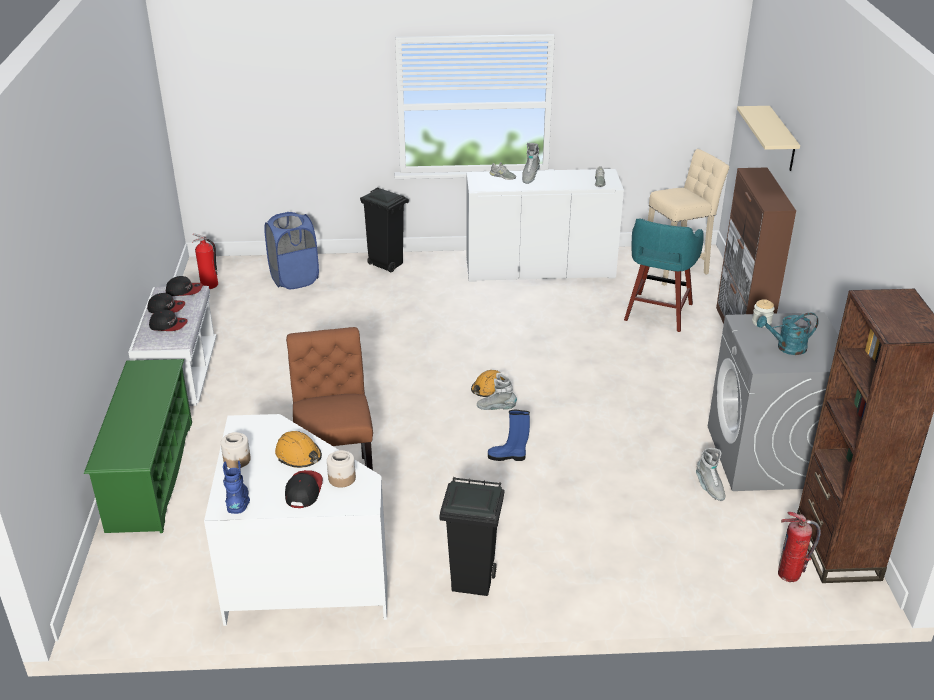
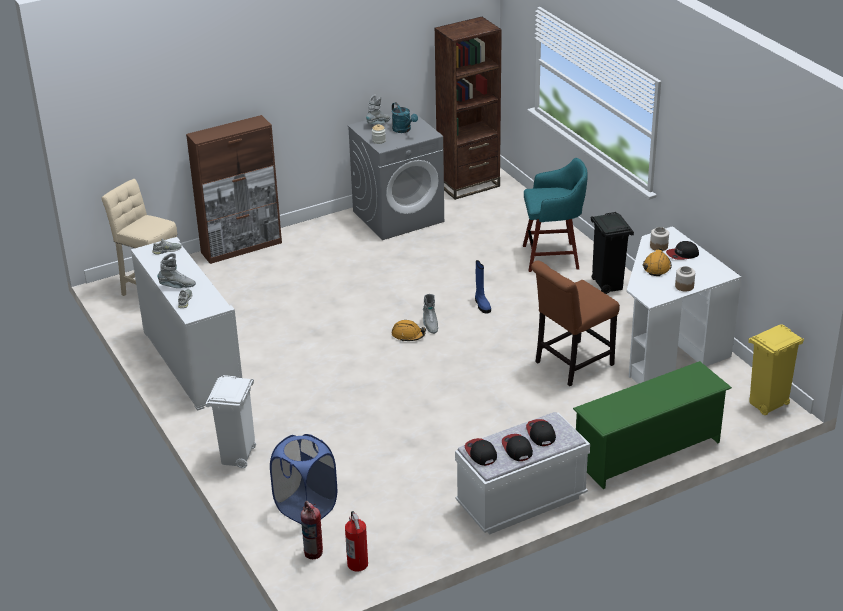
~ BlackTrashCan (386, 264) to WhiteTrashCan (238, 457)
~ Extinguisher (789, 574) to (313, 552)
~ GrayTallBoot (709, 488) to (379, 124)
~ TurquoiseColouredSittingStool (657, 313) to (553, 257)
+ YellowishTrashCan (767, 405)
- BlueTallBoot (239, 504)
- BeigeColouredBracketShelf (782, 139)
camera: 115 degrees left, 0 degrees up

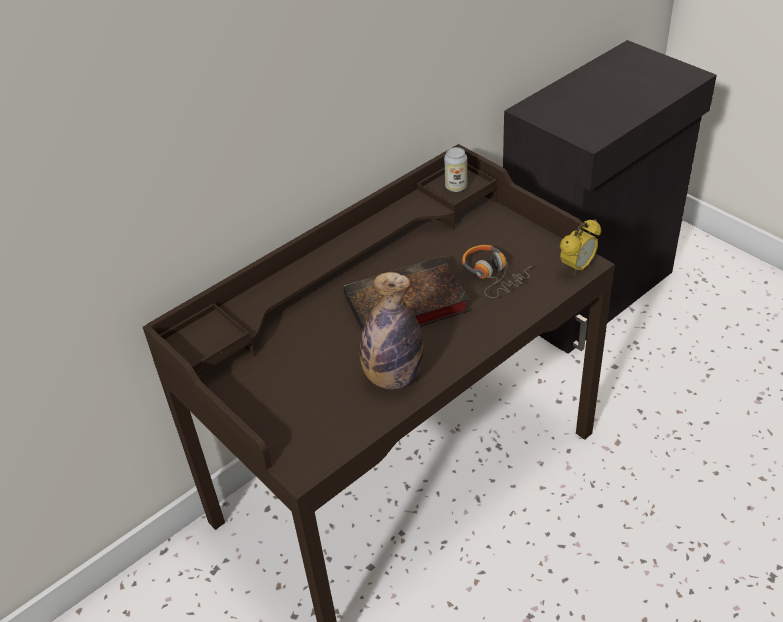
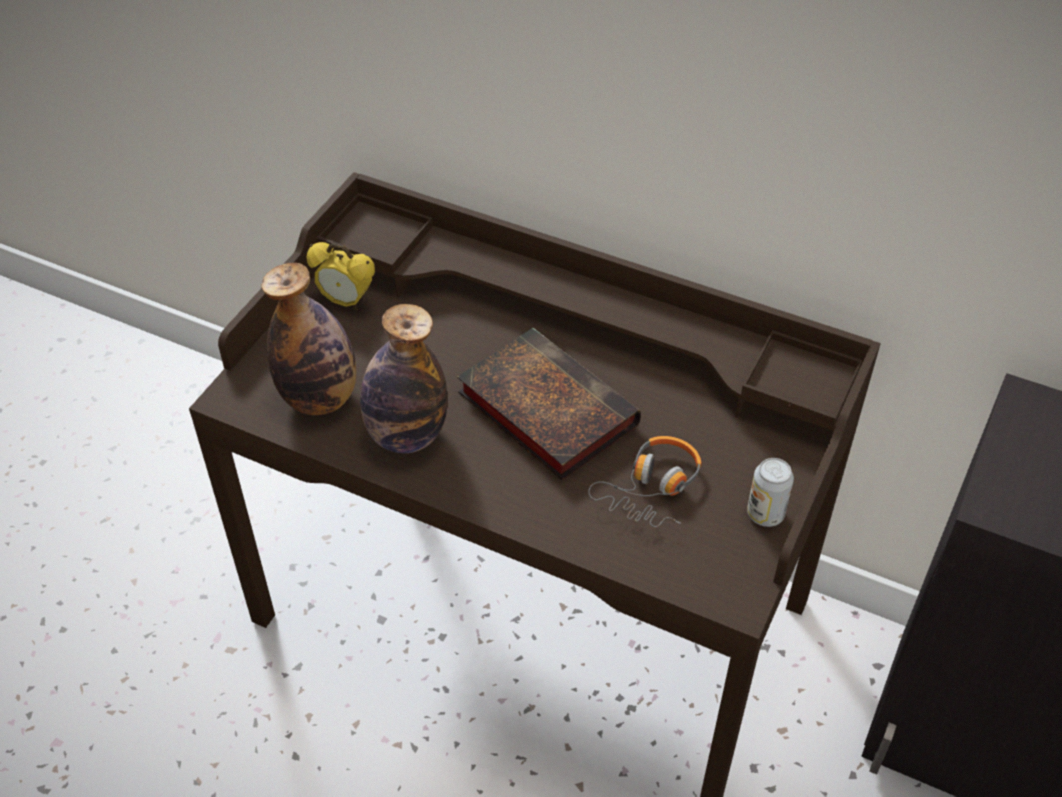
+ Bottle (320, 398)
~ AlarmClock (577, 267) to (346, 302)
~ Can (456, 187) to (765, 514)
camera: 65 degrees right, 5 degrees up

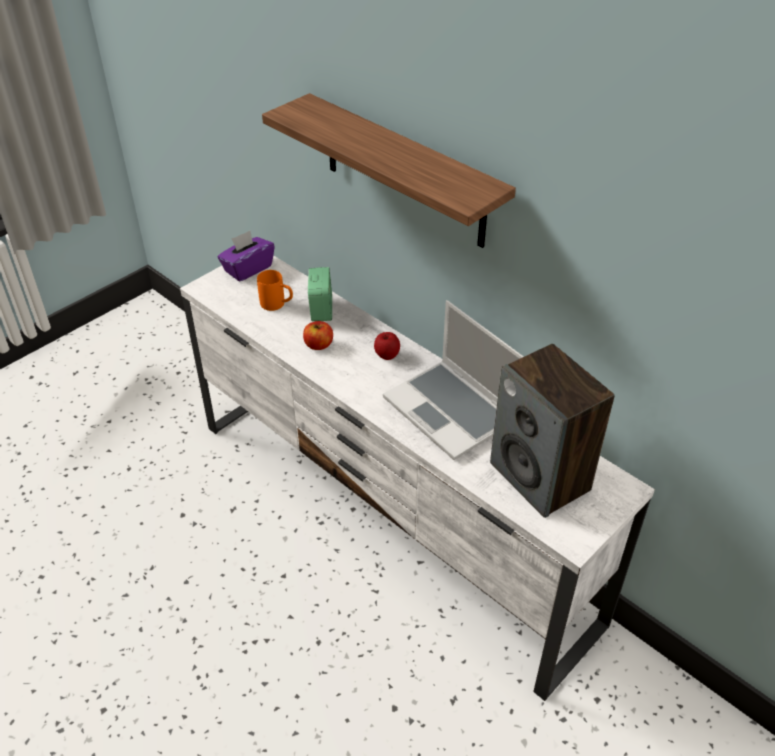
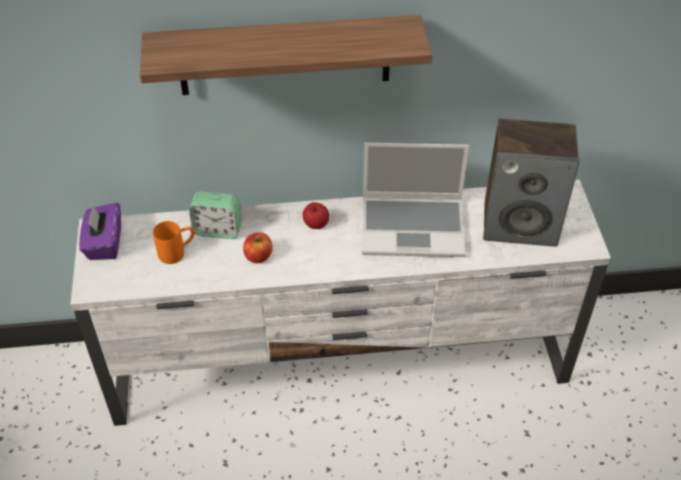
~ AlarmClock (321, 310) = (218, 229) 150 degrees clockwise
camera: 50 degrees left, 5 degrees up

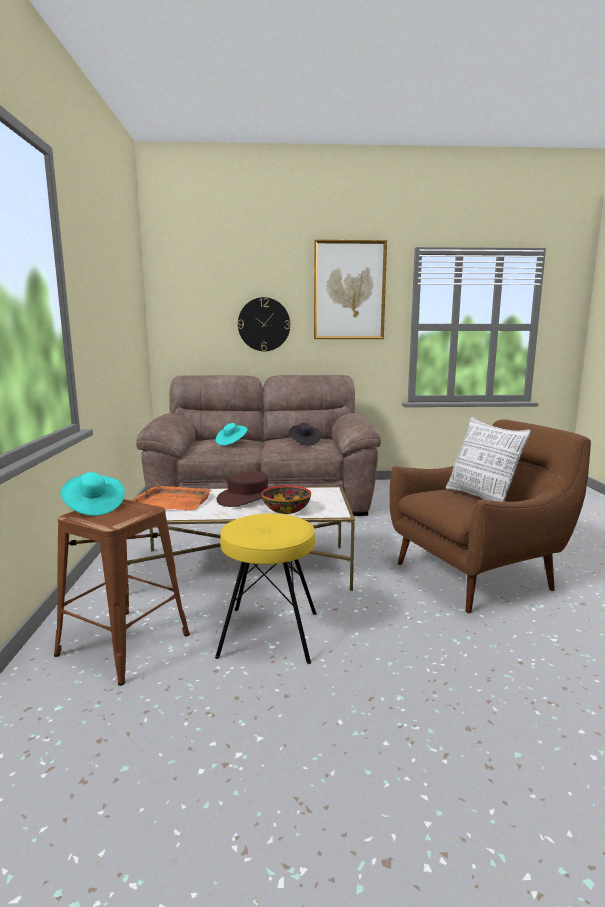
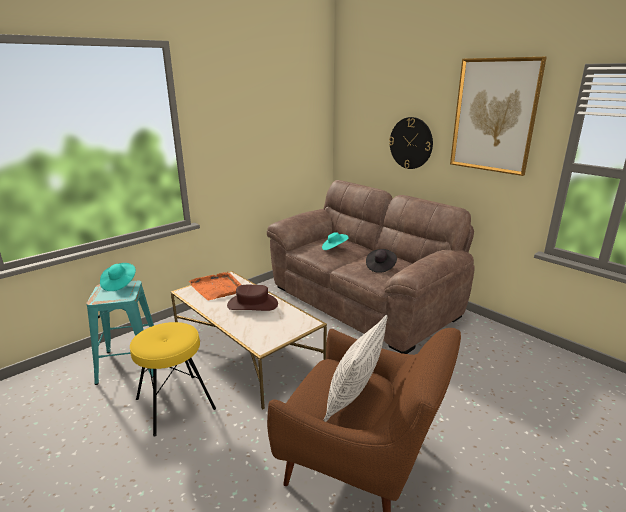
~ BrownishSittingStool (125, 643) to TurquoiseColouredSittingStool (130, 363)
- DeepDish (286, 510)
camera: 50 degrees right, 10 degrees up

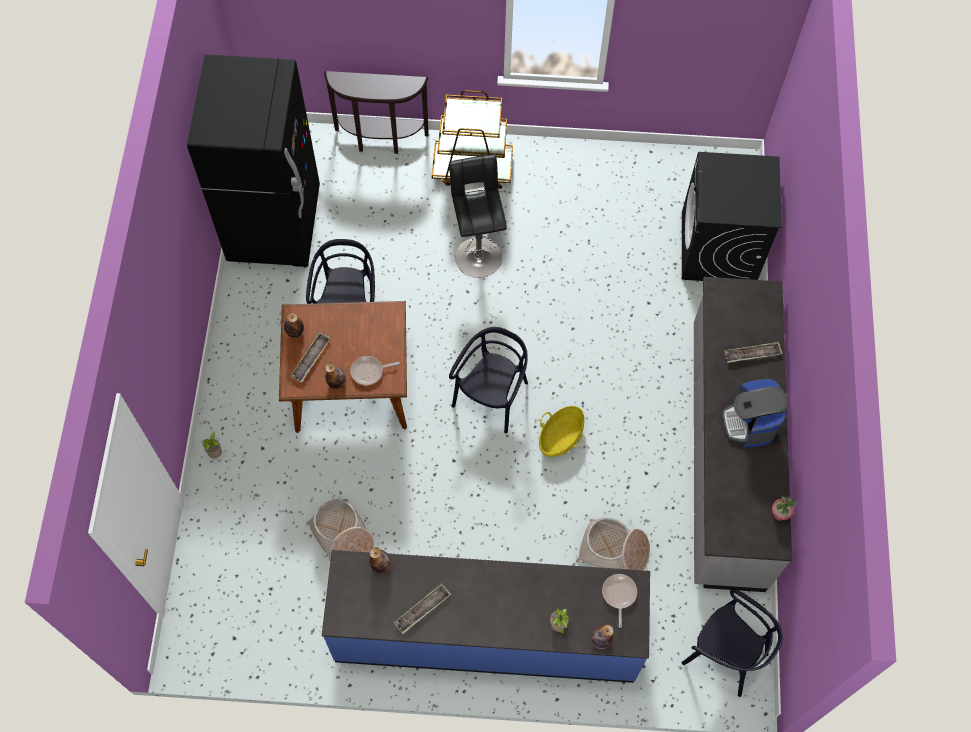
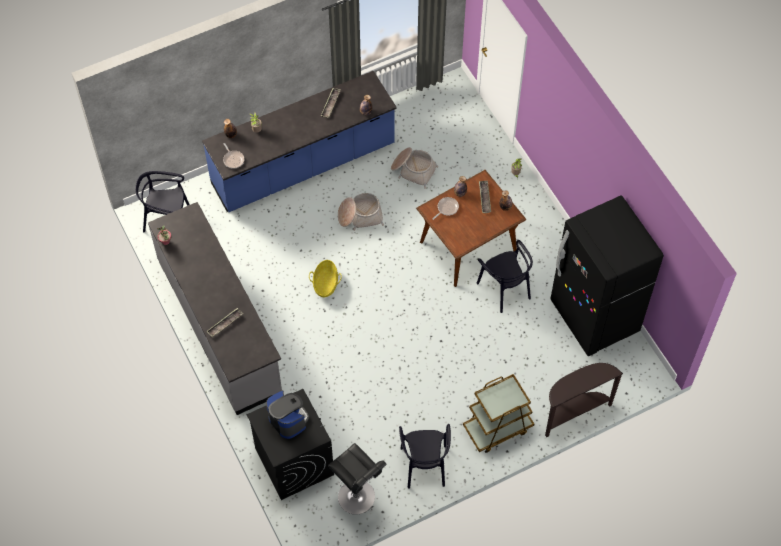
~ CoffeeBrewer (749, 423) to (288, 420)
~ BlackSittingStool (477, 254) to (358, 498)
~ StorageBasket (614, 551) to (360, 216)
~ BlackUprightChair (492, 397) to (424, 465)
camera: 150 degrees right, 5 degrees down

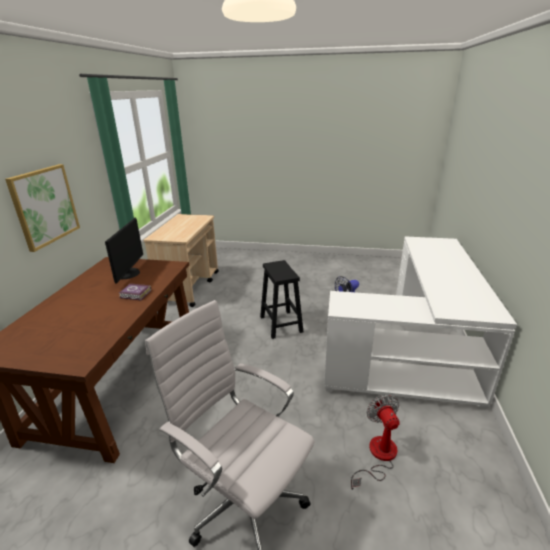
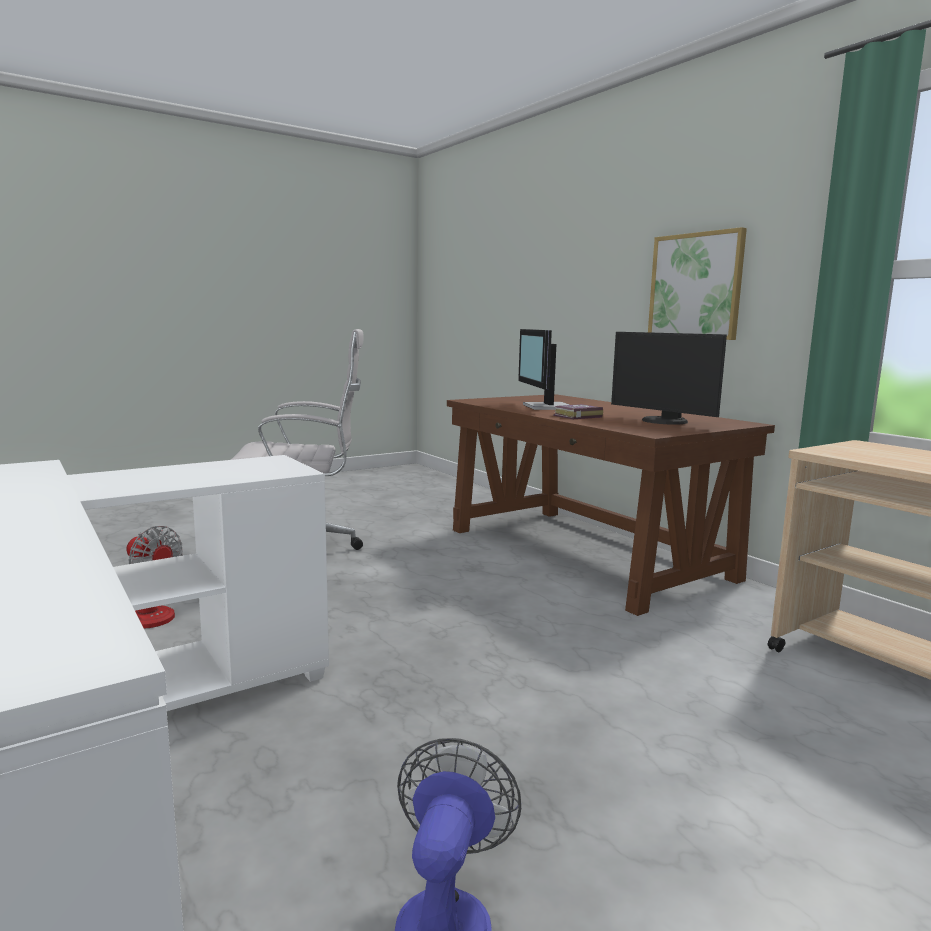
+ ComputerDisplay (546, 407)
- BlackSittingStool (280, 324)
camera: 135 degrees right, 15 degrees down

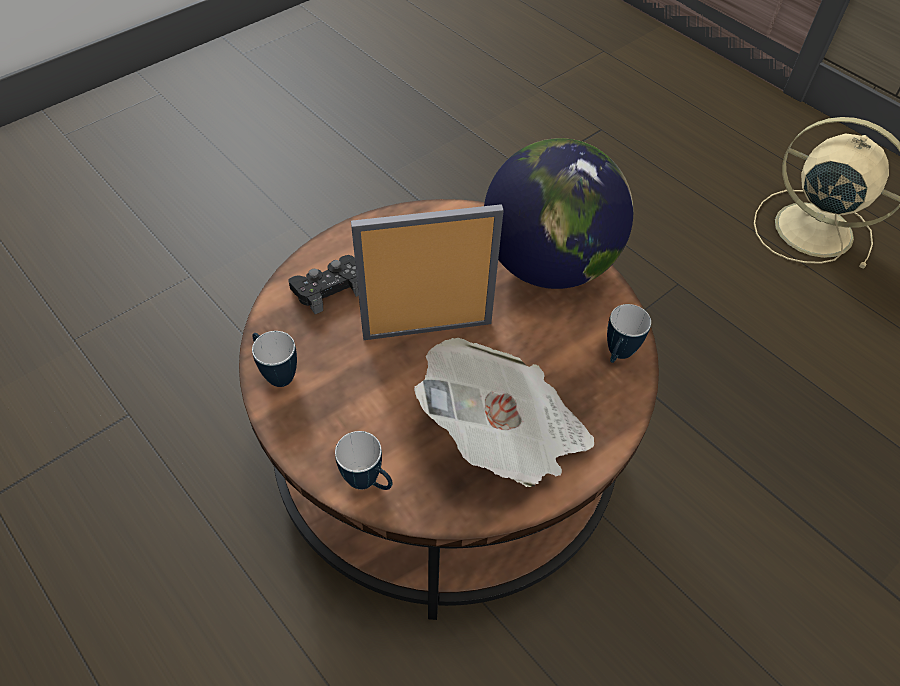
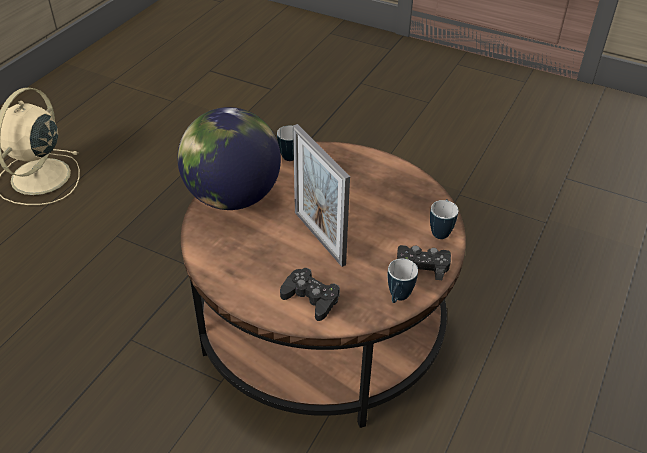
+ BlackGamepad (422, 265)
- PrintedPaper (505, 434)
camera: 110 degrees left, 10 degrees down

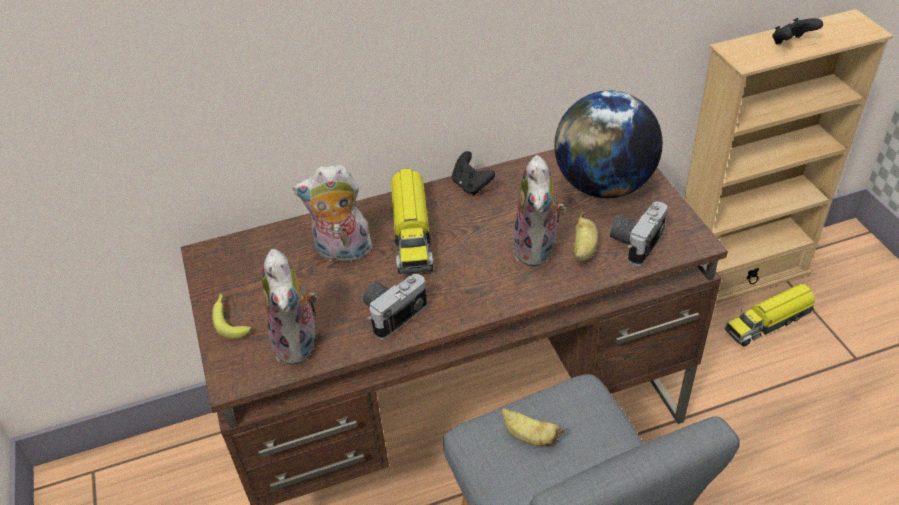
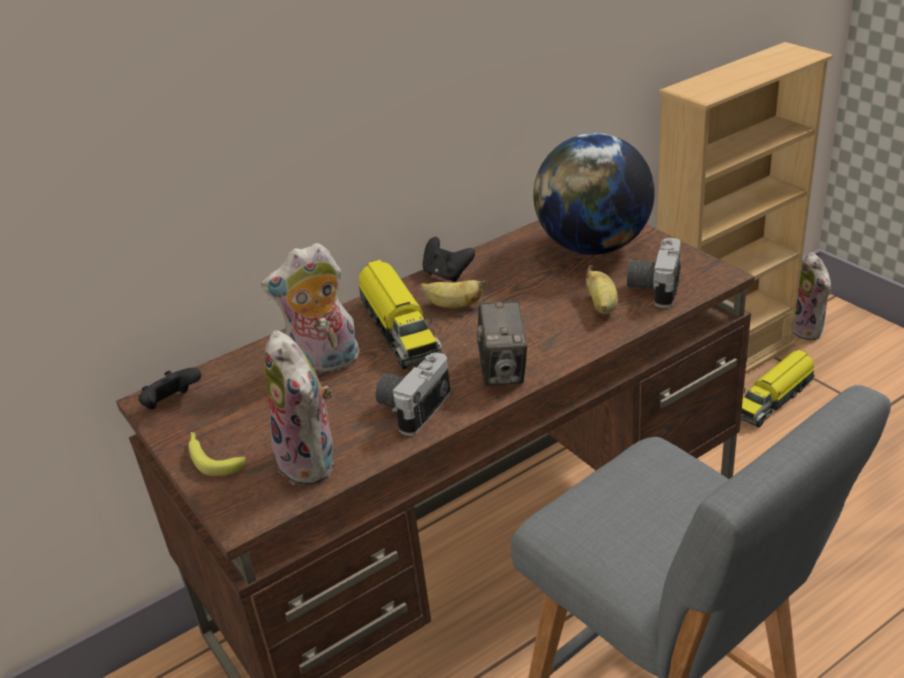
~ BlackGamepad (791, 43) to (172, 404)
~ BananaFruit (529, 436) to (453, 305)
+ StillCamera (503, 370)
~ CuddlyToy (538, 249) to (808, 329)
camera: 15 degrees left, 10 degrees down

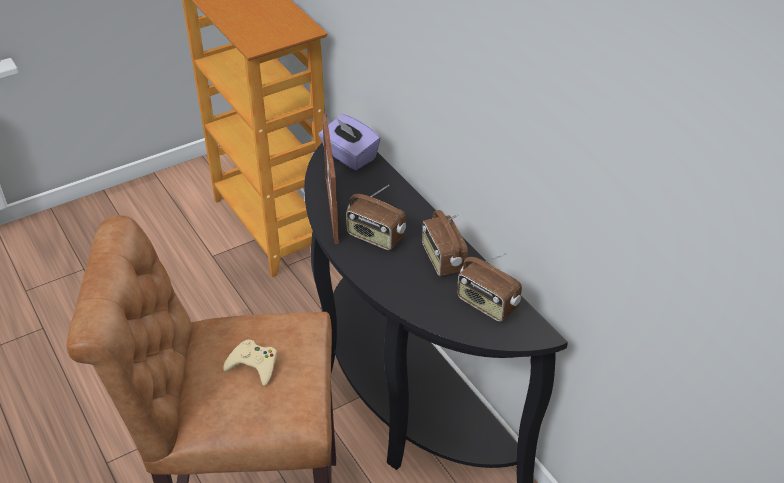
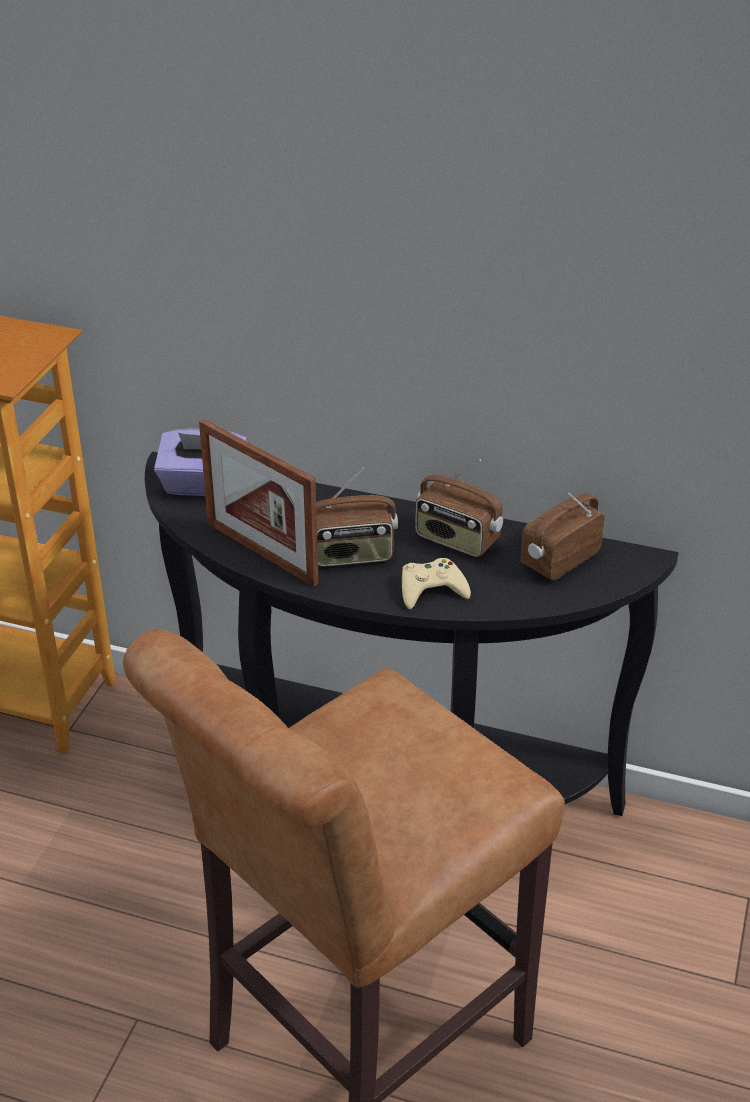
~ BeigeColouredGamepad (254, 365) to (431, 589)
~ RadioReceiver (486, 304) = (559, 559) 135 degrees clockwise
camera: 40 degrees left, 5 degrees down

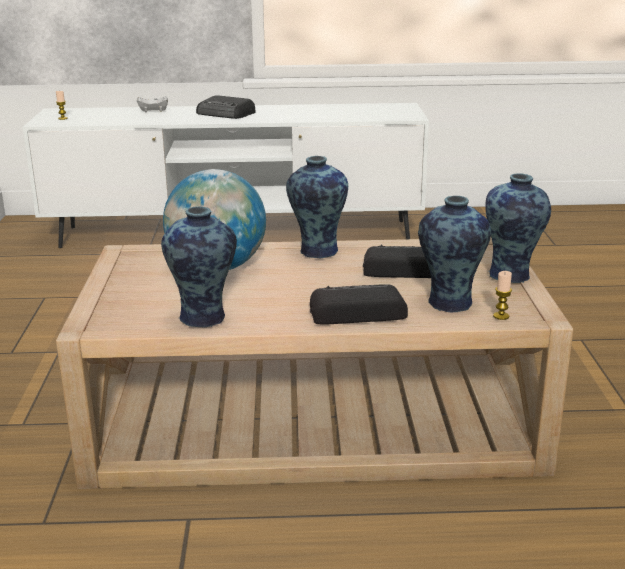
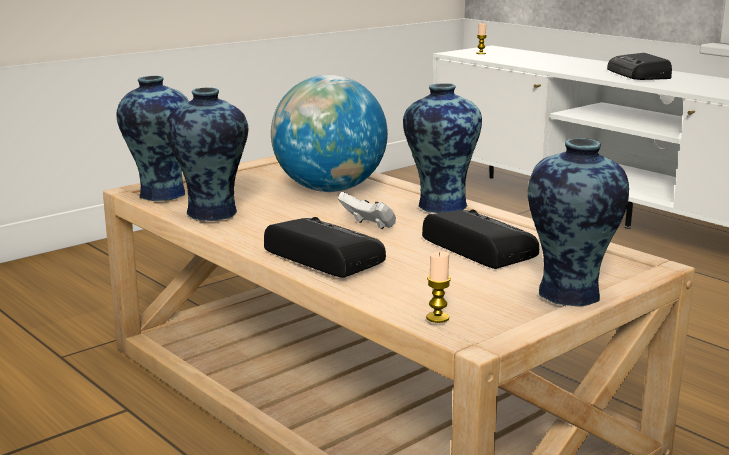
~ Vase (449, 304) to (159, 194)
~ WhiteGamepad (153, 112) to (369, 226)
camera: 50 degrees right, 5 degrees down

